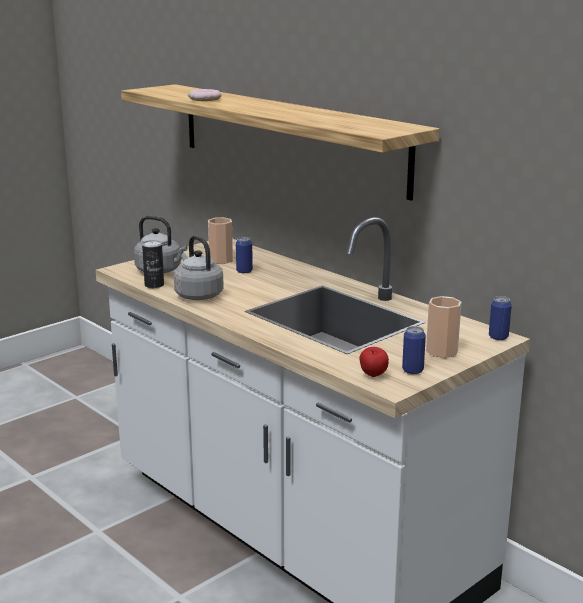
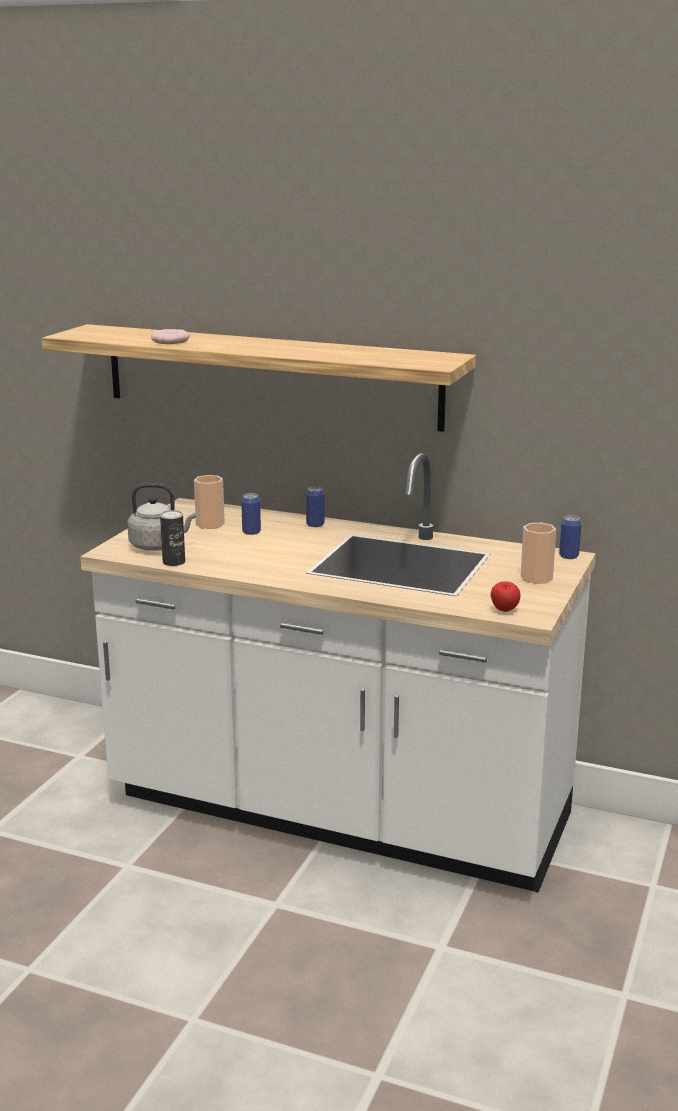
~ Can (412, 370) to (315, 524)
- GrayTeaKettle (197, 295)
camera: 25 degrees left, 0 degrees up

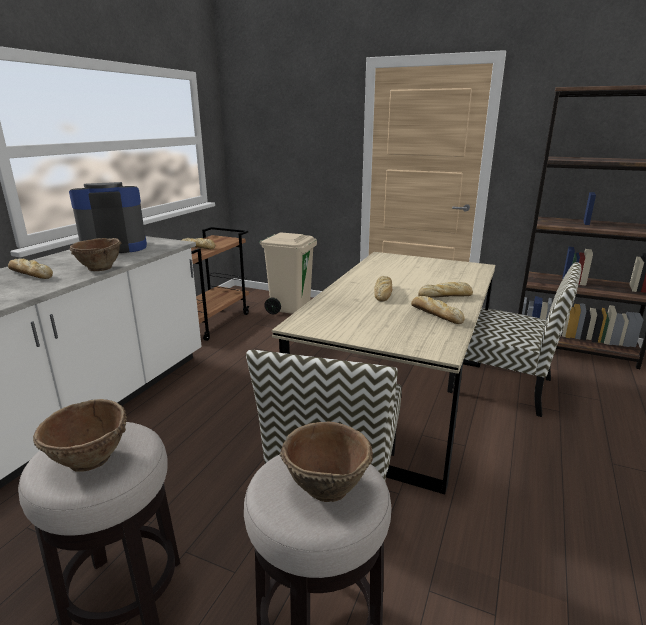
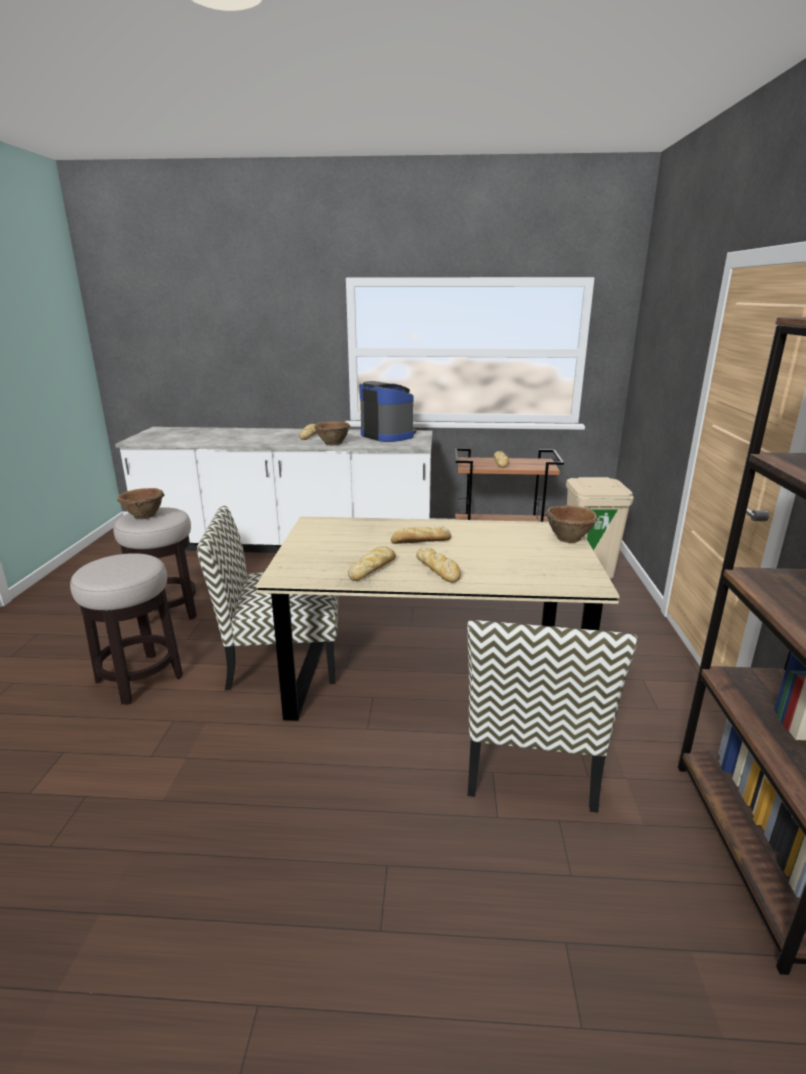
~ BrownishDeepDish (326, 486) to (569, 538)
camera: 70 degrees right, 0 degrees up

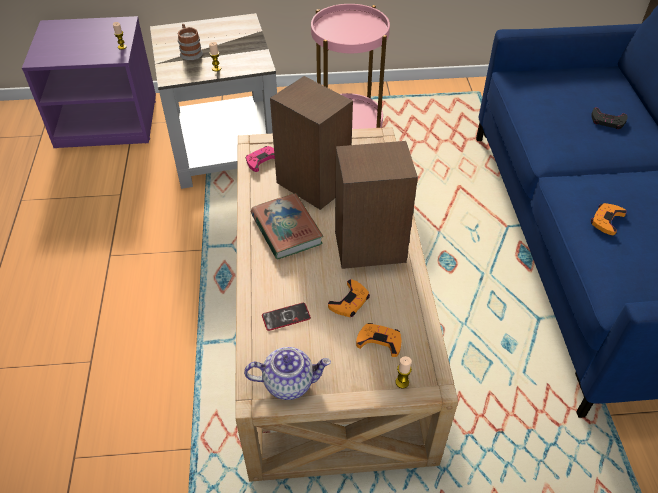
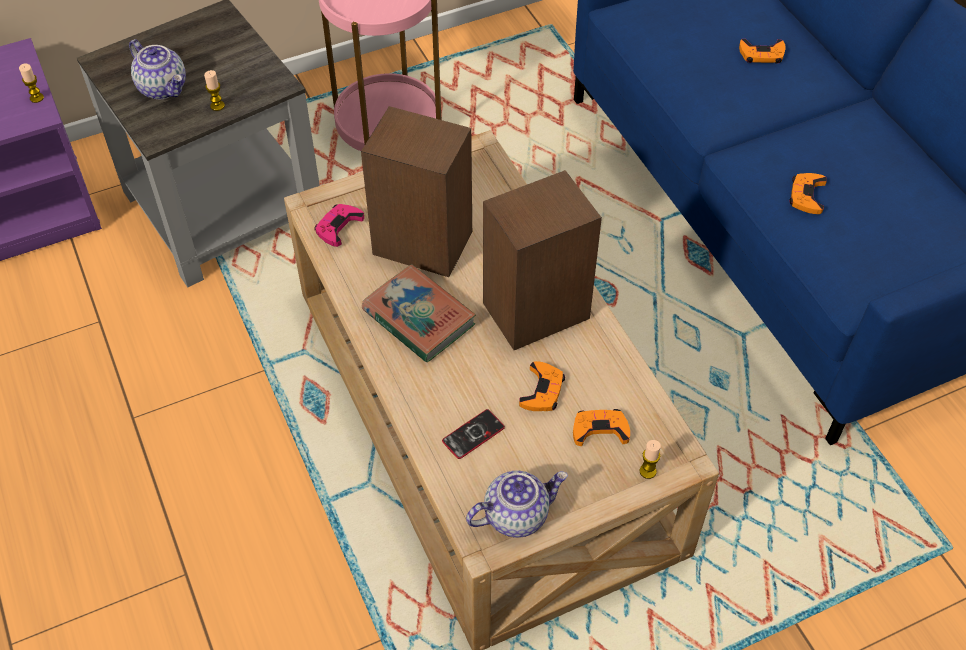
~ Mug (190, 52) to TeaPot (163, 87)
~ BlackGamepad (607, 121) to OrangeyGamepad (762, 54)
camera: 20 degrees left, 5 degrees up

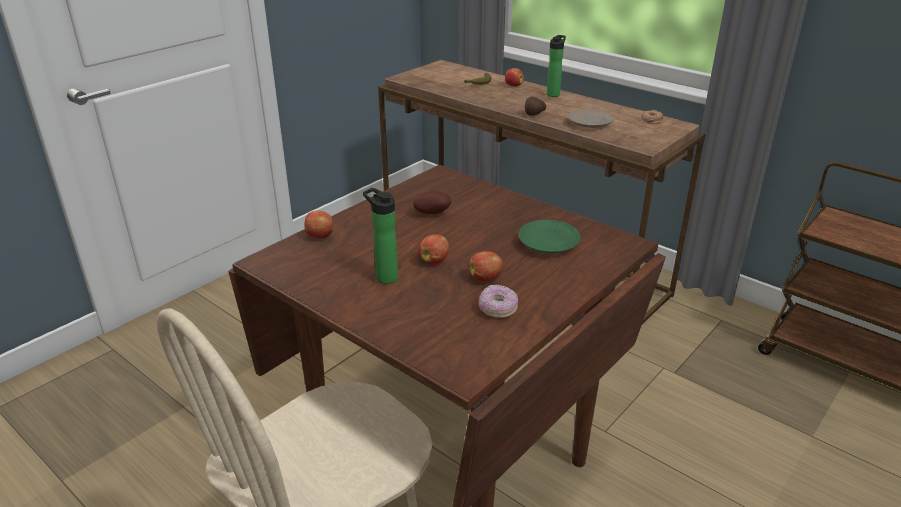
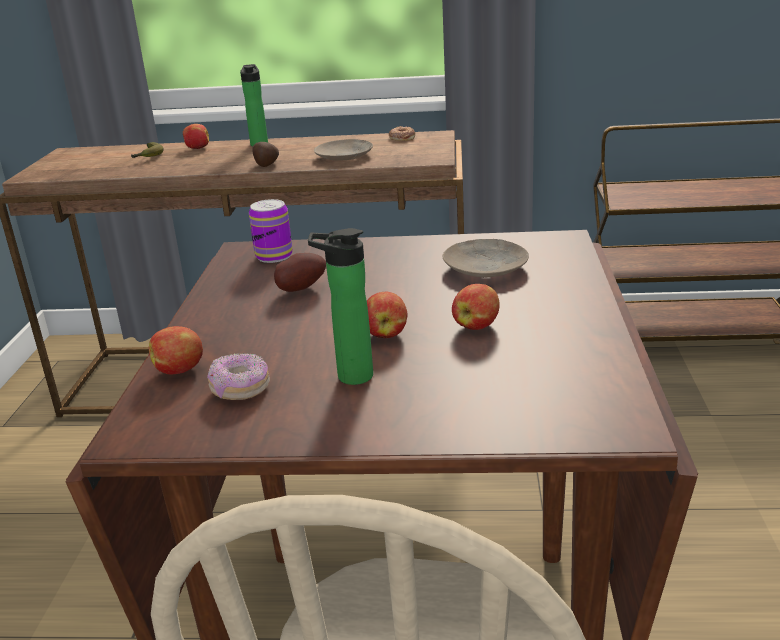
~ Donut (497, 309) to (240, 389)
+ Can (274, 256)
~ GreenFlatDish (549, 243) to BeigeColouredFlatDish (485, 267)
camera: 35 degrees left, 5 degrees down

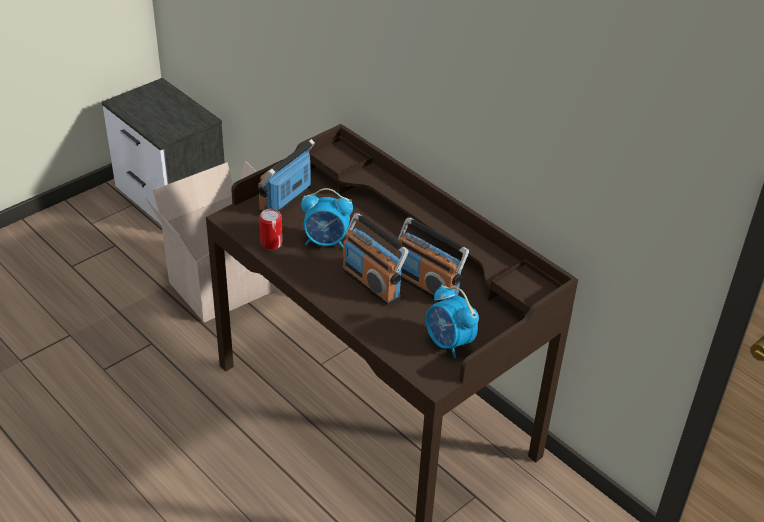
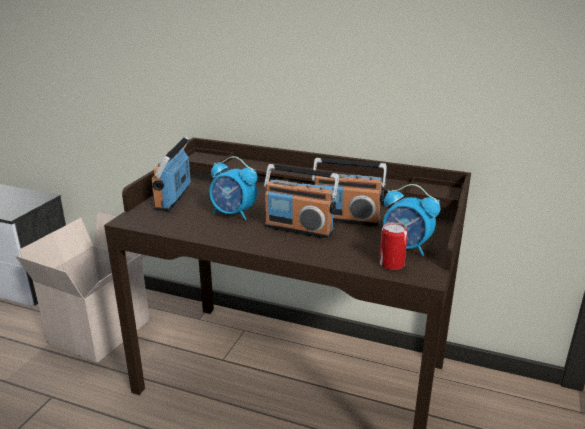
~ AlarmClock (326, 242) = (233, 214) 45 degrees clockwise
~ Can (271, 243) to (391, 264)
camera: 25 degrees left, 15 degrees down

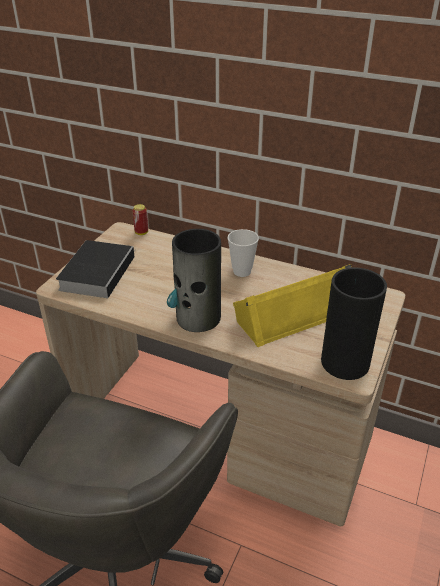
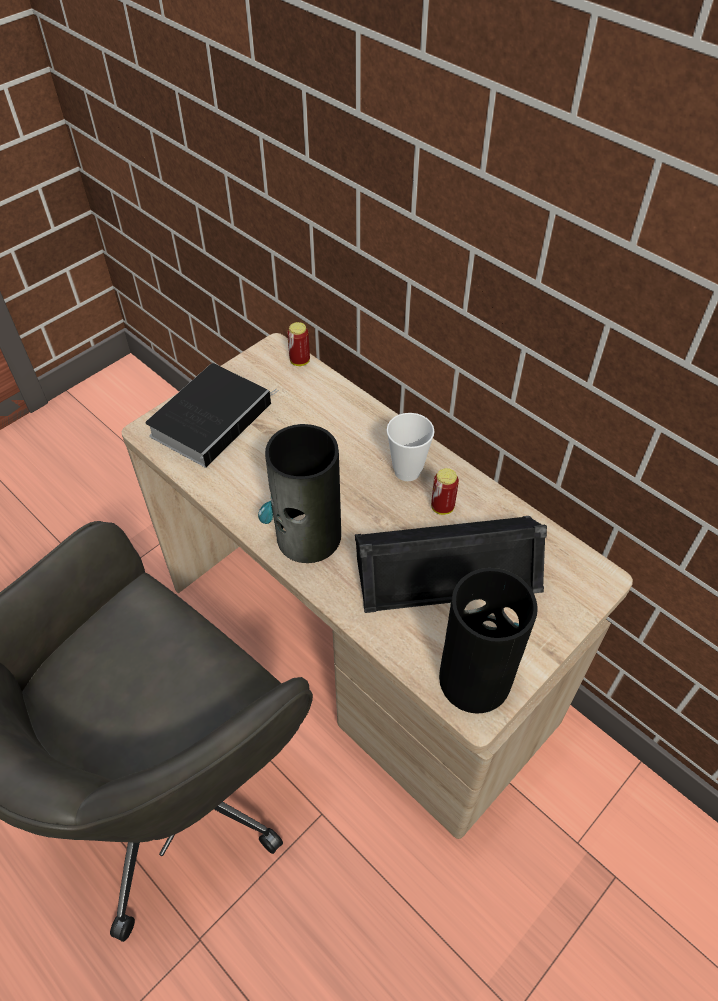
~ YellowishLoudspeaker (295, 313) to BlackLoudspeaker (446, 568)
+ Can (442, 507)
camera: 20 degrees right, 15 degrees up

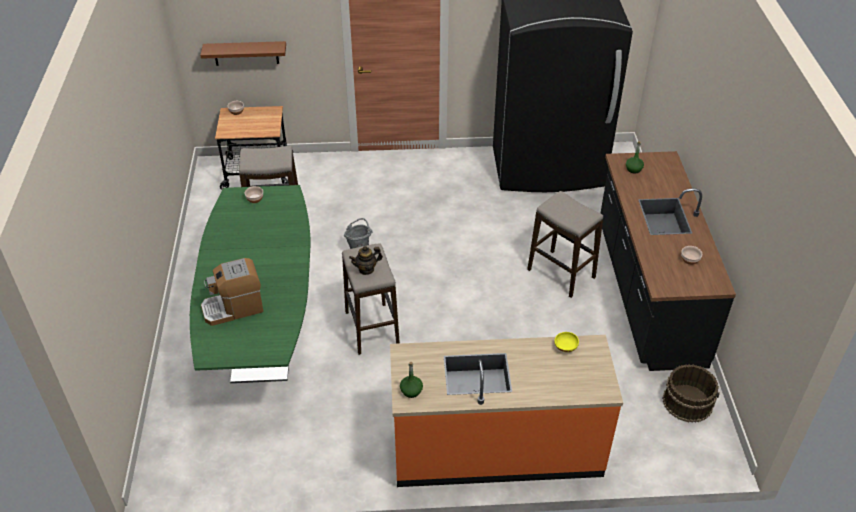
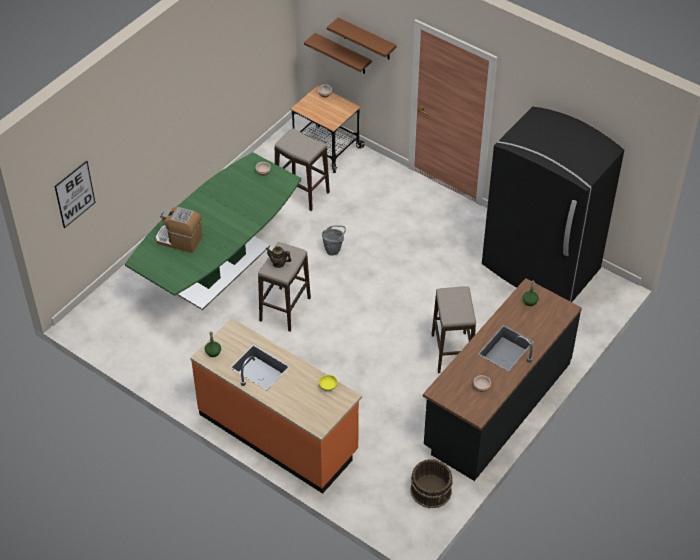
+ WallArt (74, 194)
+ BrownishBracketShelf (367, 39)
camera: 40 degrees right, 5 degrees up

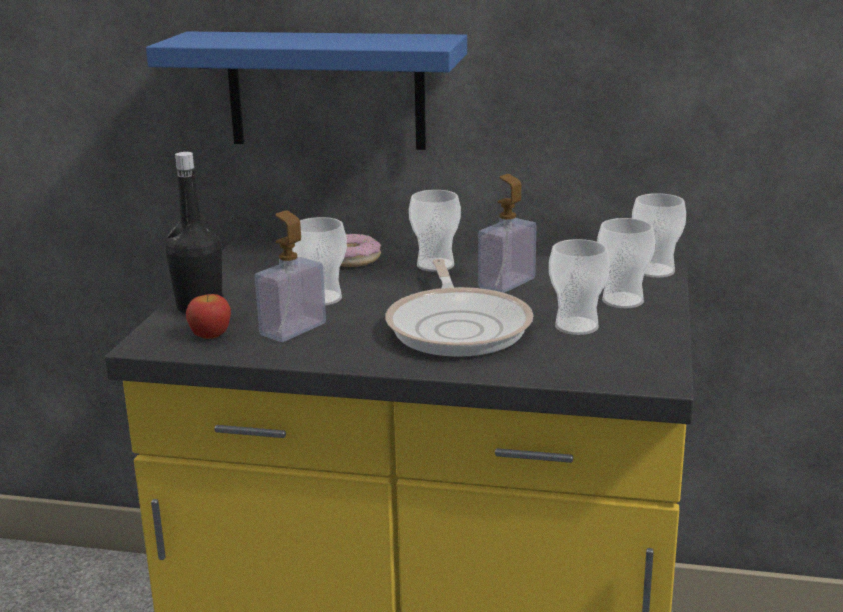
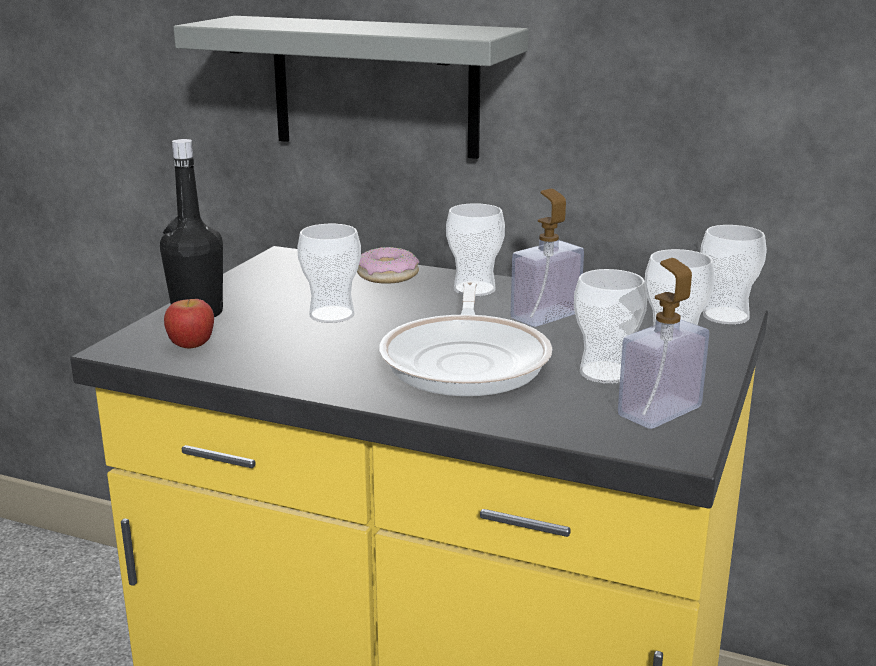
~ BlueBracketShelf (326, 90) to GrayBracketShelf (374, 86)
~ SoapDispenser (293, 329) to (659, 411)
camera: 10 degrees right, 0 degrees up

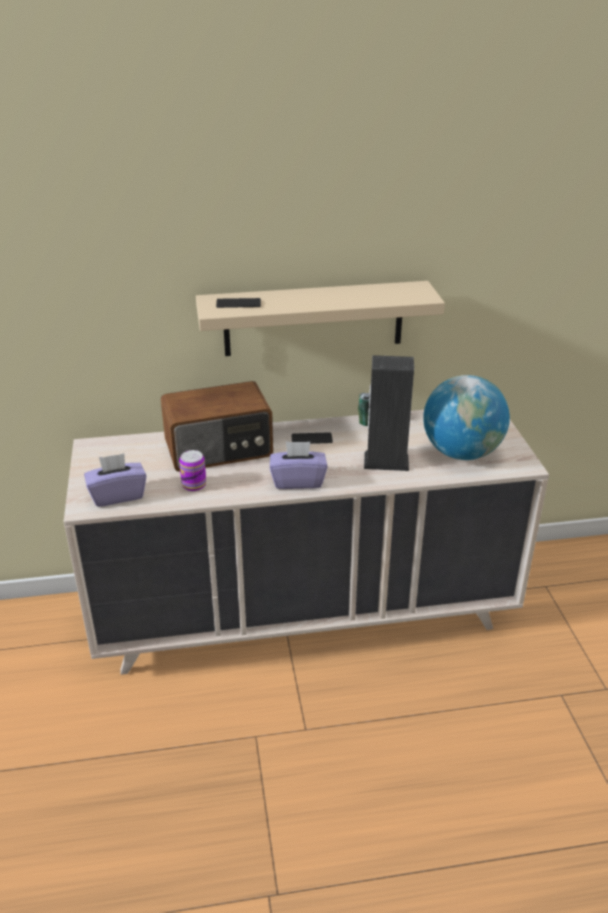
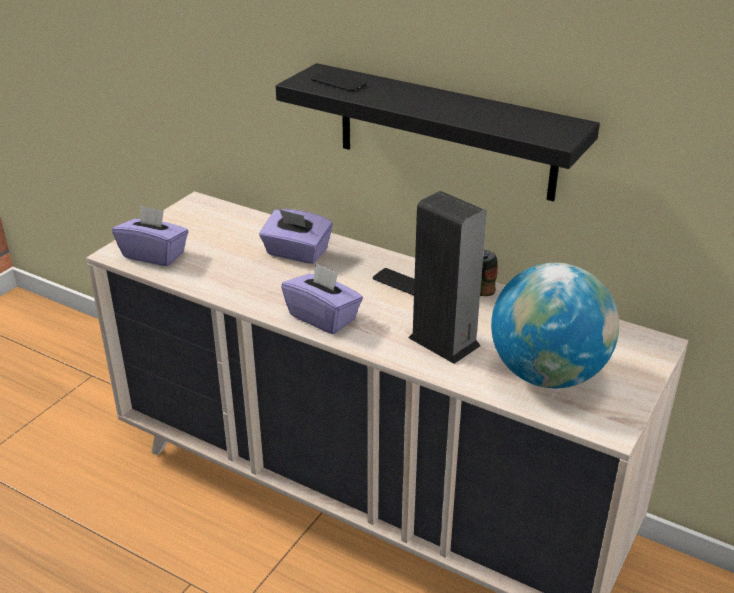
~ RadioReceiver (219, 449) to PurpleTissueBox (296, 253)
~ BeigeColouredBracketShelf (313, 318) to BlackBracketShelf (445, 132)
- Can (194, 485)
camera: 40 degrees right, 0 degrees up

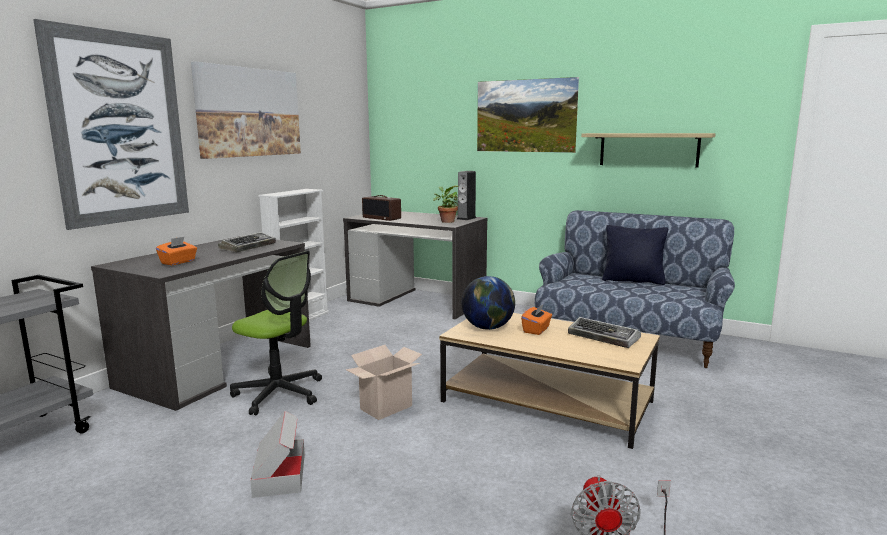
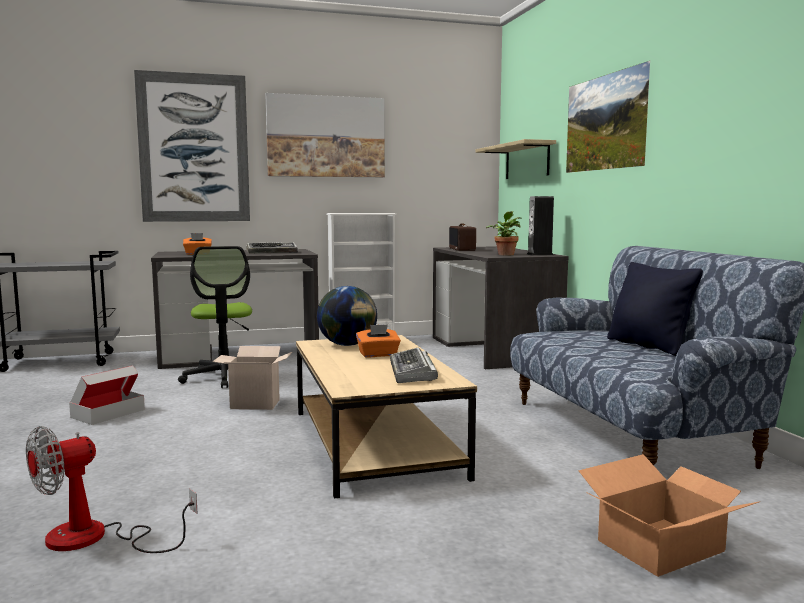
~ BracketShelf (648, 149) to (527, 161)
+ Carton (662, 546)
camera: 45 degrees right, 5 degrees down

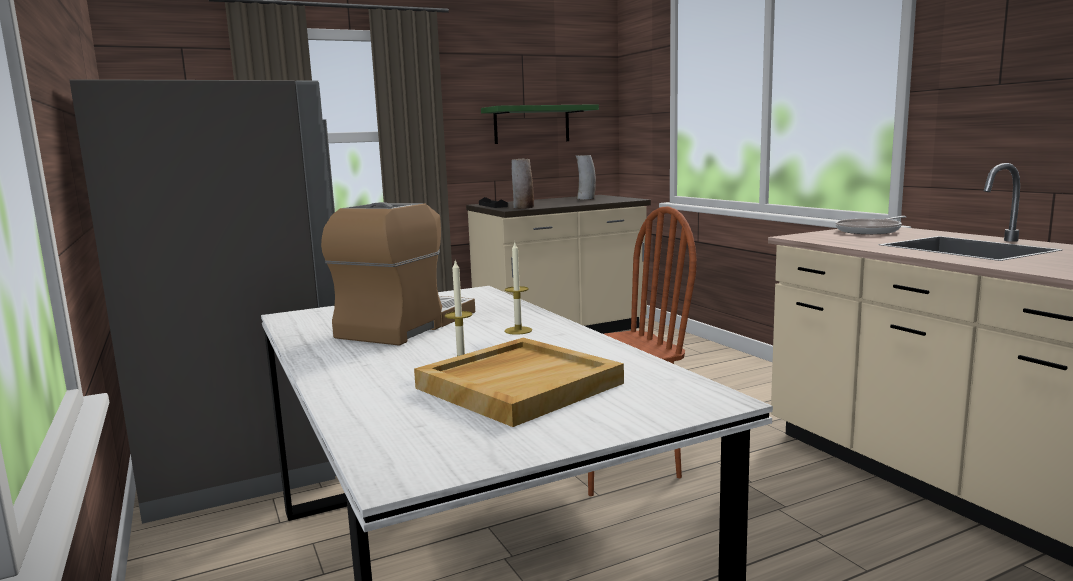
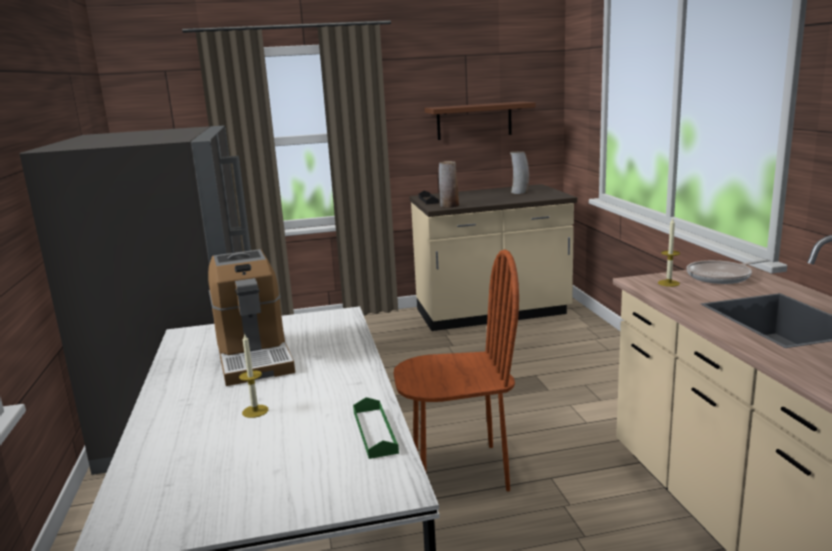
~ CoffeeBrewer (405, 325) = (253, 356) 120 degrees clockwise
+ GreenCarryingTray (375, 432)
~ GreenBracketShelf (532, 125) to BrownishBracketShelf (474, 120)
~ WaxCandle (518, 330) to (668, 283)
- BeigeColouredCarryingTray (519, 385)
camera: 15 degrees right, 5 degrees up

